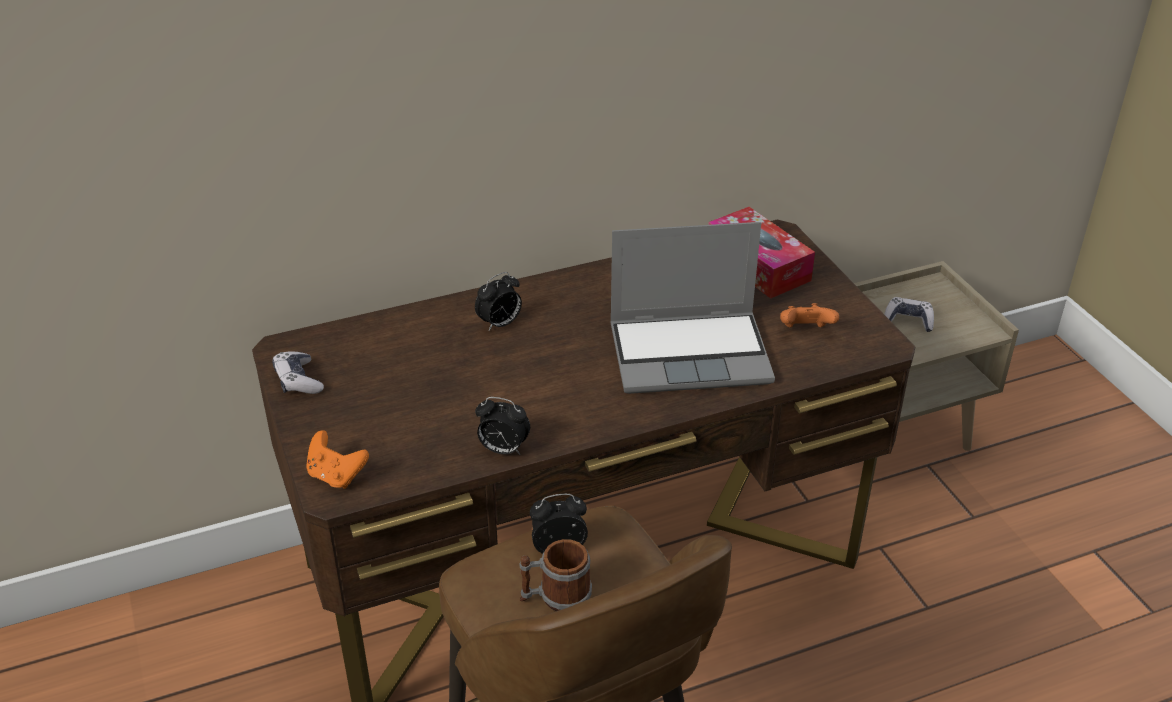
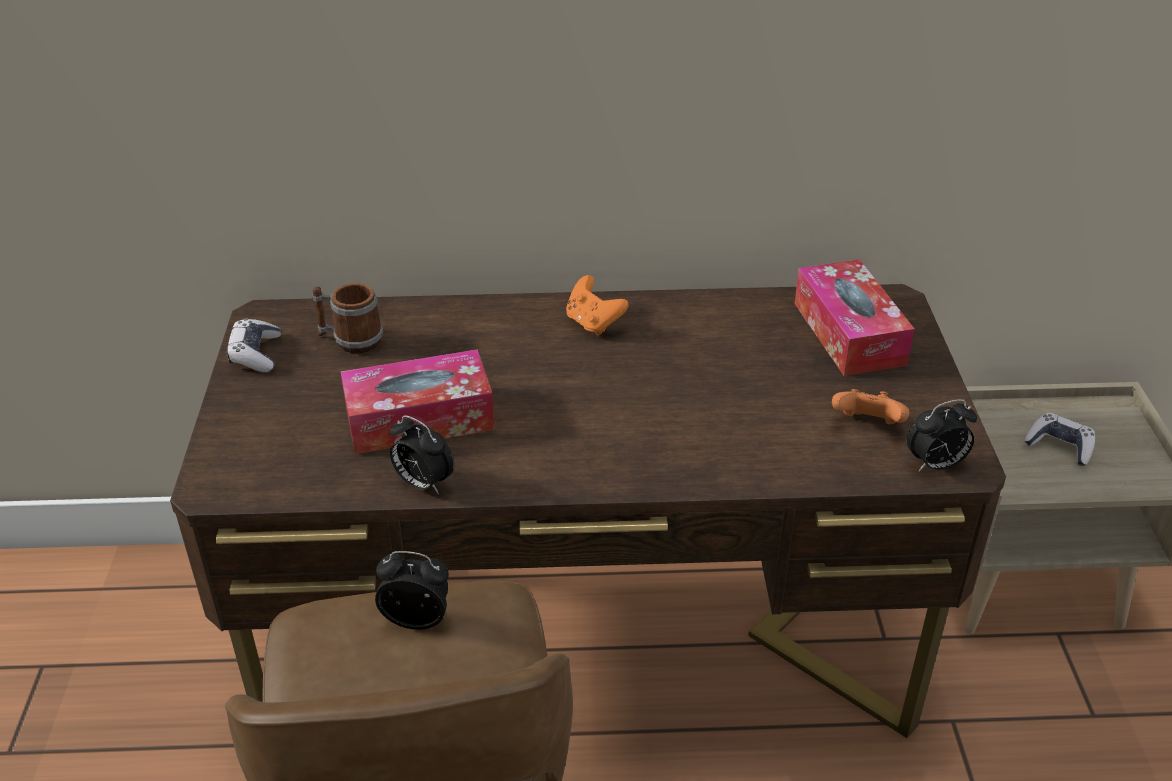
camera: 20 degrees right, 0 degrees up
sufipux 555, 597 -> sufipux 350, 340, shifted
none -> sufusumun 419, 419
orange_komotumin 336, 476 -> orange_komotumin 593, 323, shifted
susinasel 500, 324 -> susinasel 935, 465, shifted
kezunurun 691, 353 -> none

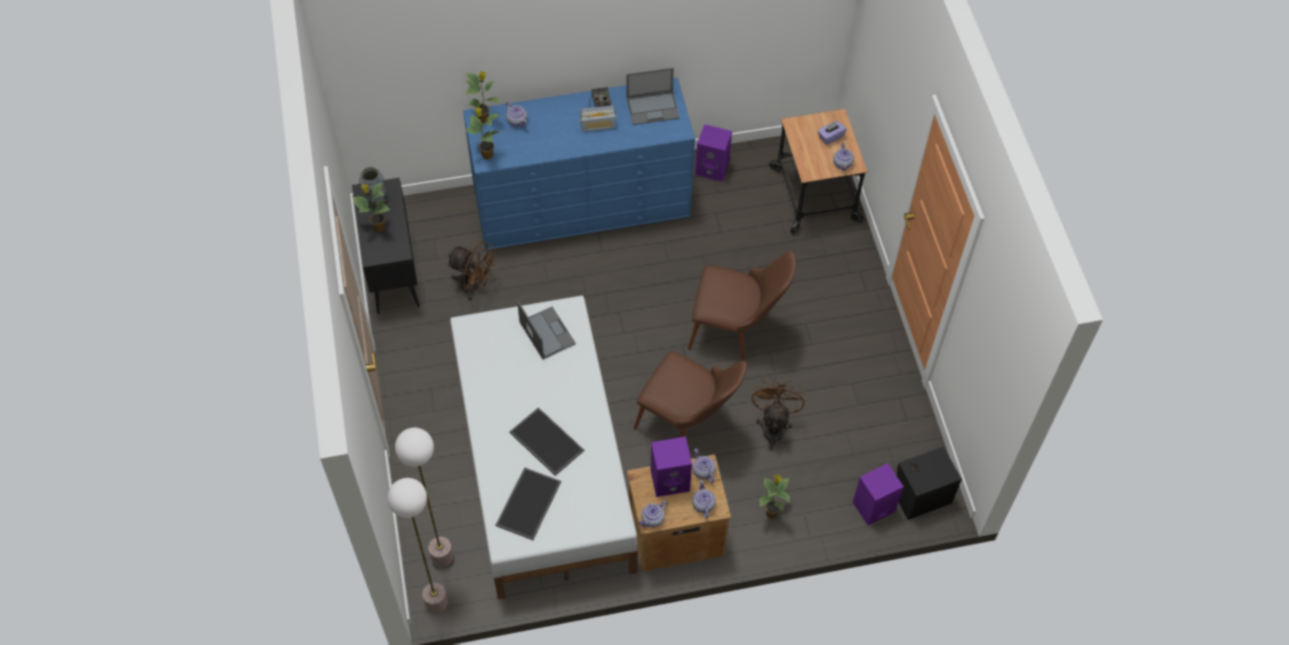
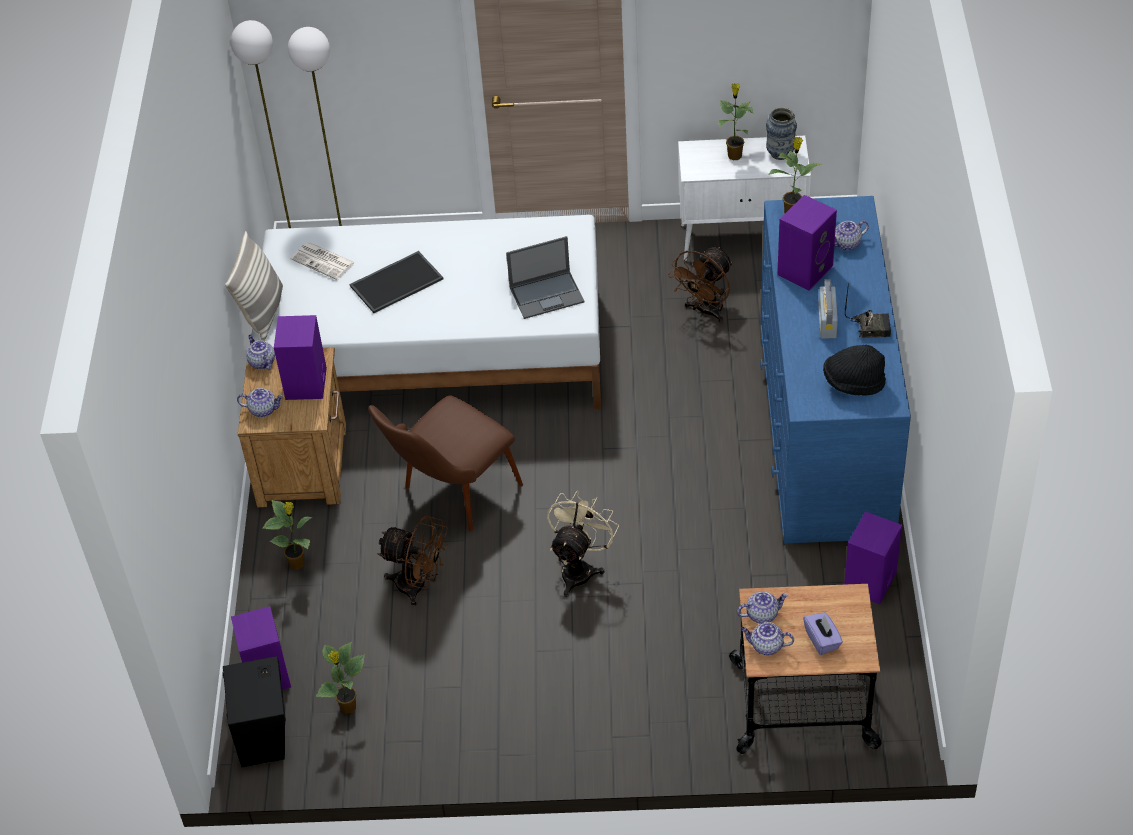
camera: 105 degrees right, 10 degrees down
none -> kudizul 263, 313
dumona 527, 502 -> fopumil 324, 261
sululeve 484, 118 -> sululeve 348, 708, shifted
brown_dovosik 736, 329 -> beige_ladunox 580, 568
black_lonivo 392, 270 -> white_lonivo 743, 240
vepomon 703, 471 -> vepomon 762, 614, shifted
none -> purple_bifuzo 805, 269
kezunurun 653, 107 -> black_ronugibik 853, 382

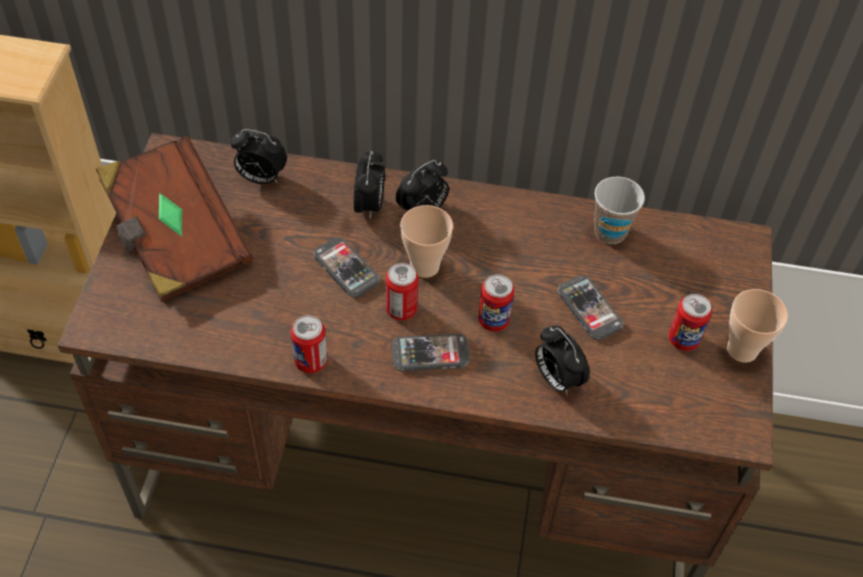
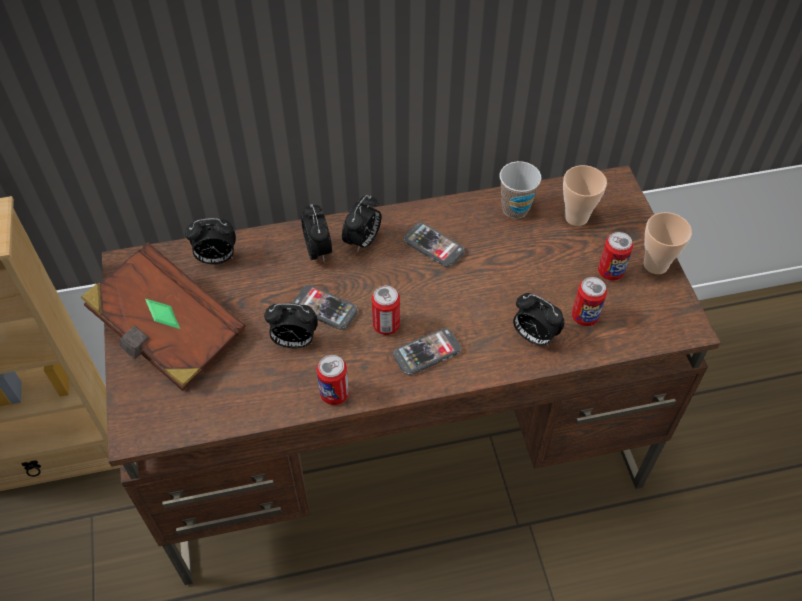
camera: 20 degrees left, 0 degrees up
none -> susinasel 294, 341
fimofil 589, 309 -> fimofil 433, 246, shifted
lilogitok 424, 266 -> lilogitok 576, 217, shifted
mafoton 493, 320 -> mafoton 584, 317, shifted

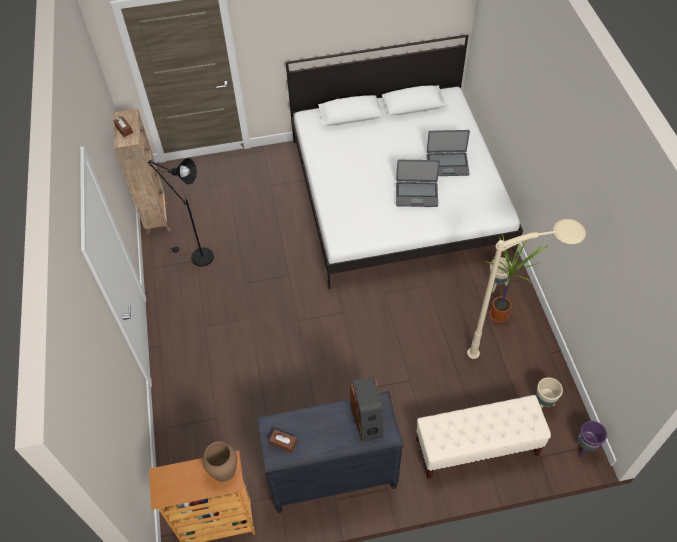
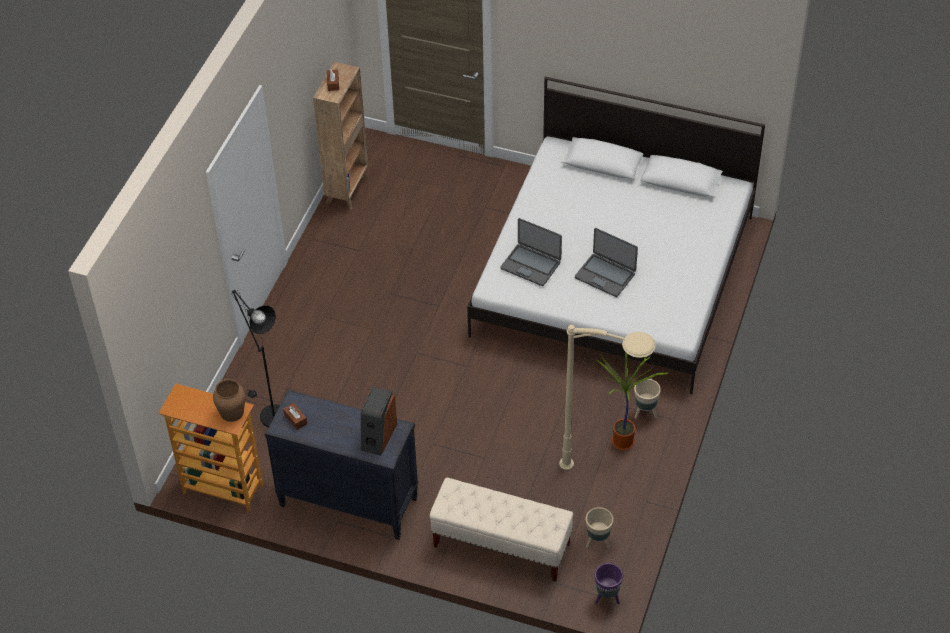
camera: 30 degrees right, 5 degrees down
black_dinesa 198, 256 -> black_dinesa 269, 413, shifted
kezunurun 447, 164 -> kezunurun 531, 265, shifted

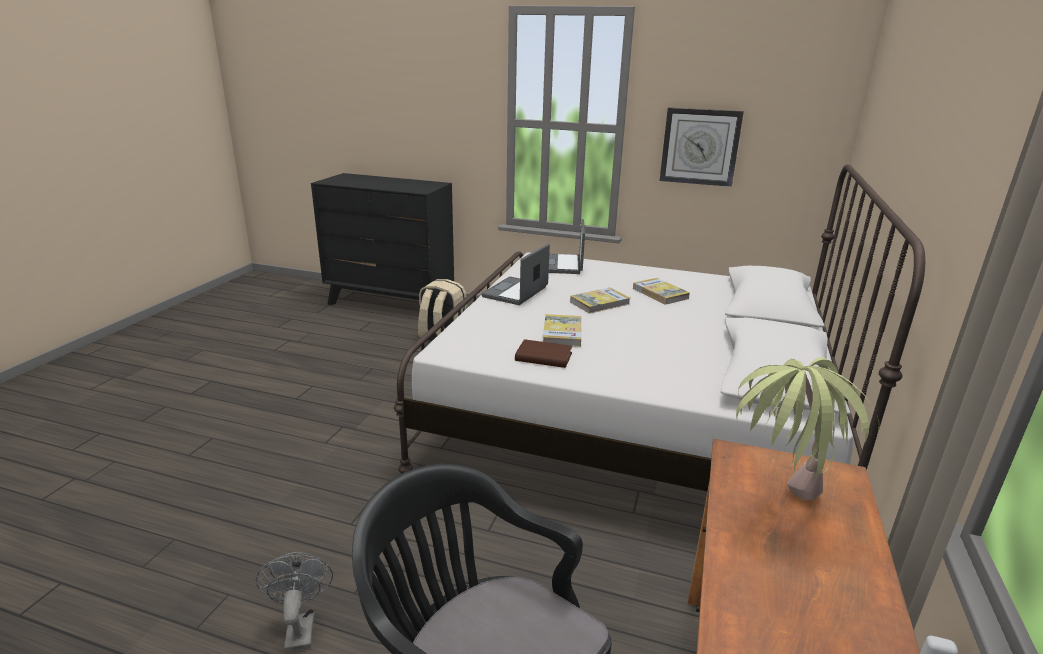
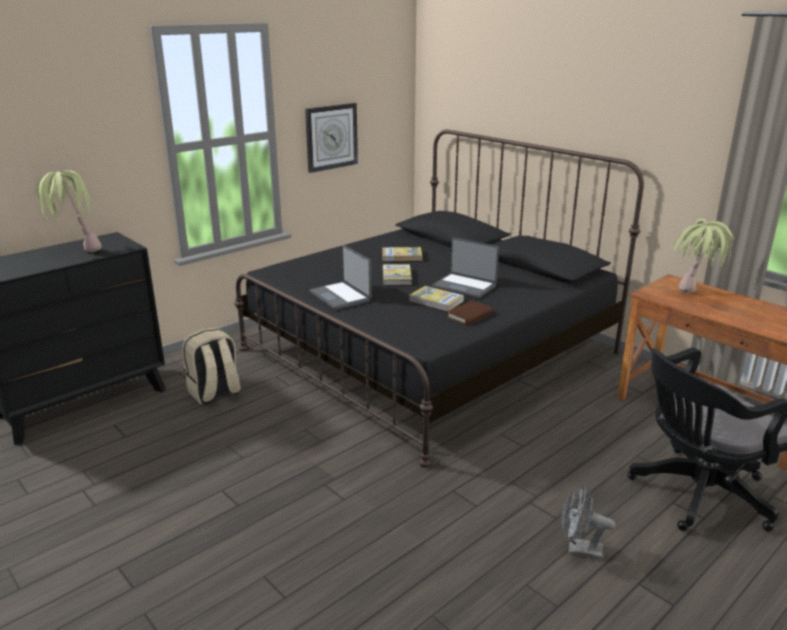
camera: 60 degrees left, 0 degrees up
none -> sululeve 75, 250
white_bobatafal 631, 412 -> black_bobatafal 429, 351
kezunurun 563, 265 -> kezunurun 464, 286, shifted

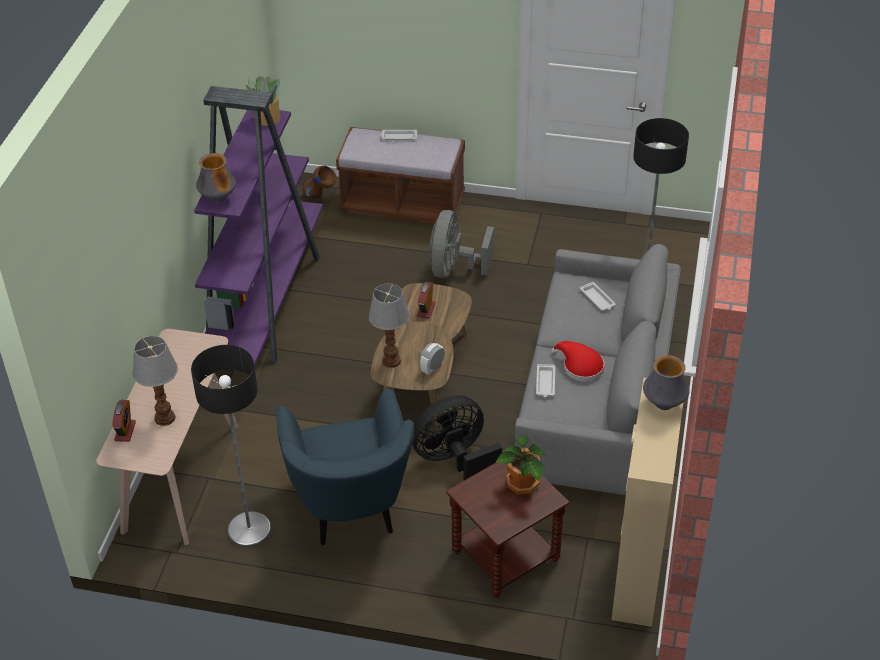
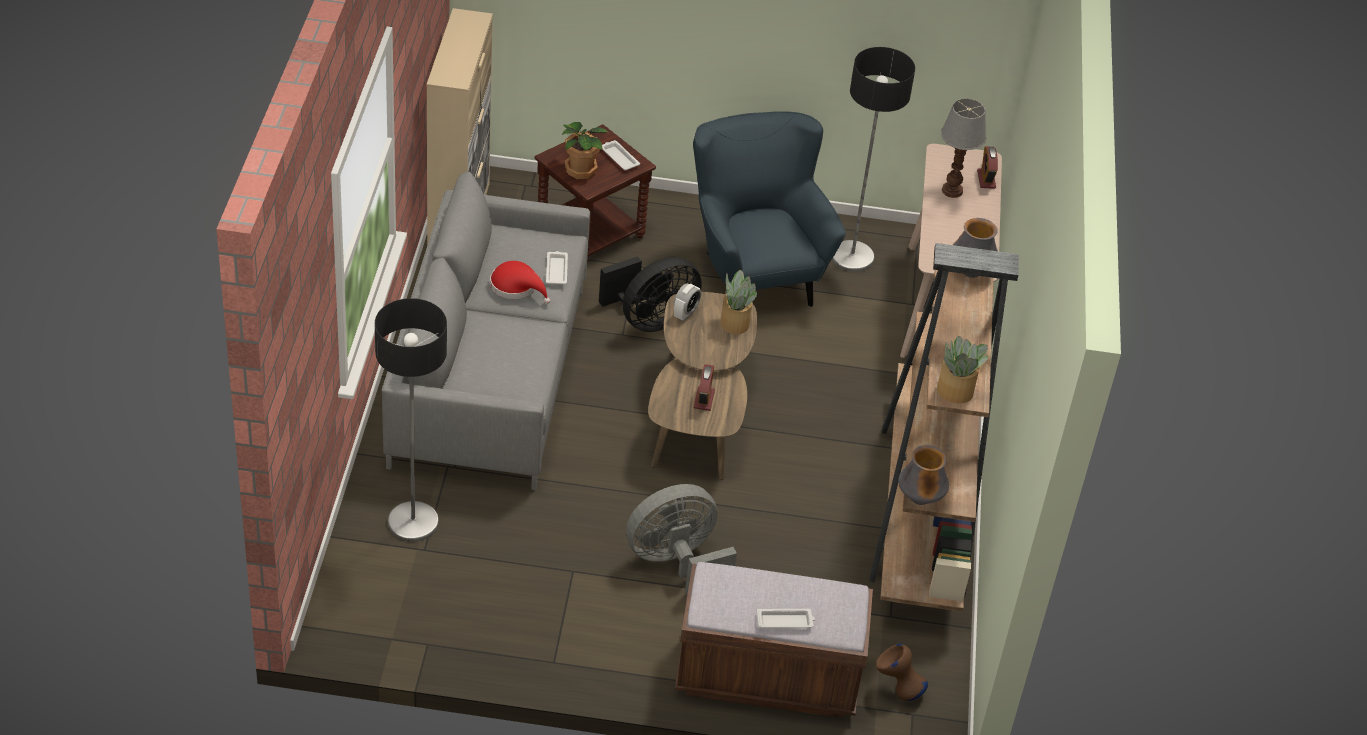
camera: 170 degrees right, 0 degrees up
white_dumona 597, 299 -> white_dumona 619, 158, shifted
grey_ladunox 454, 269 -> grey_ladunox 676, 563, 120 degrees counterclockwise
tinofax 391, 360 -> sululeve 735, 322
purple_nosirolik 264, 301 -> brown_nosirolik 922, 511
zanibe 664, 404 -> zanibe 920, 499, shifted

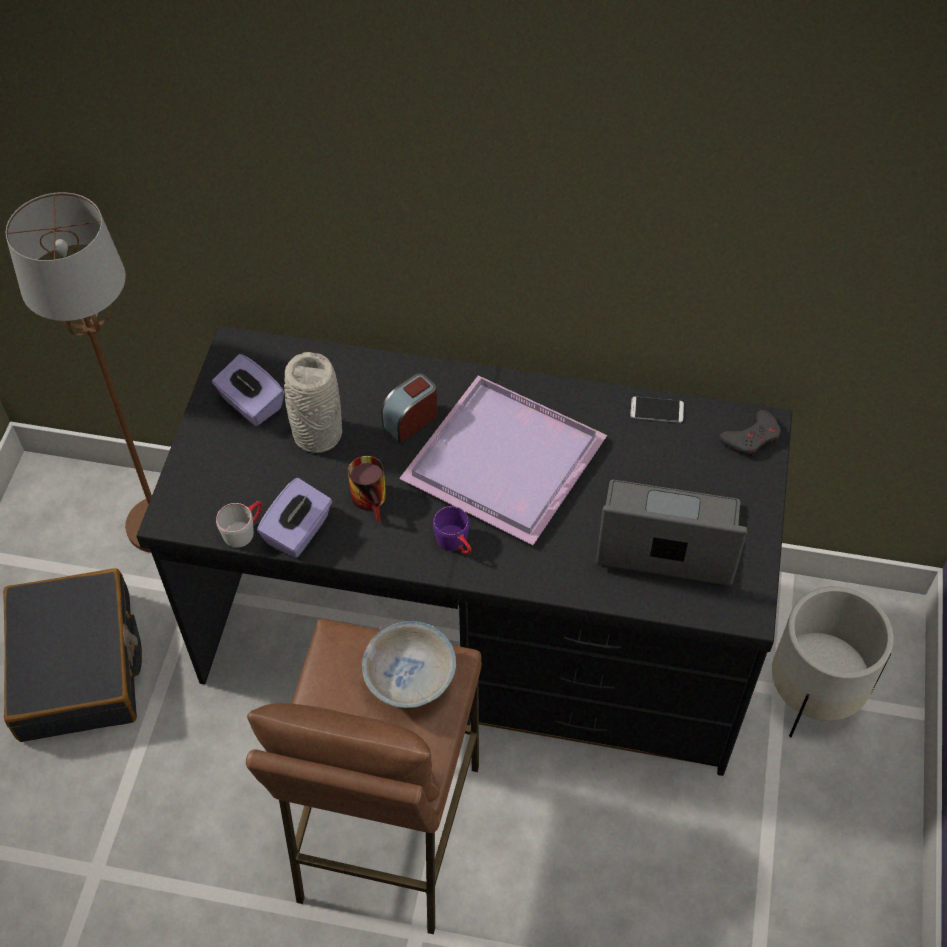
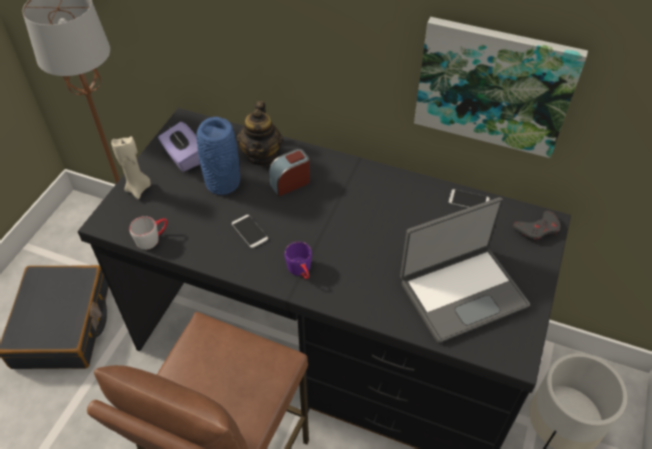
camera: 10 degrees right, 5 degrees down
none -> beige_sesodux 138, 189
grey_zanibe 316, 434 -> blue_zanibe 222, 182
sufipux 374, 499 -> fimofil 249, 231
none -> vepomon 262, 156
kezunurun 667, 539 -> kezunurun 461, 292, 135 degrees clockwise
none -> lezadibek 494, 86
purple_sufusumun 298, 532 -> none
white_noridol 410, 679 -> none
purple_dumona 508, 460 -> none

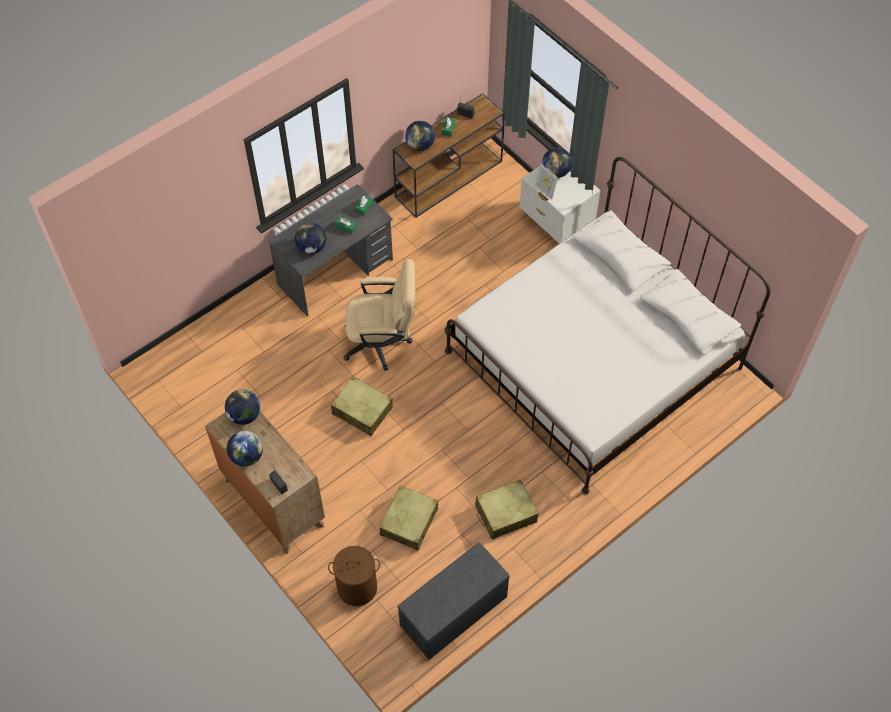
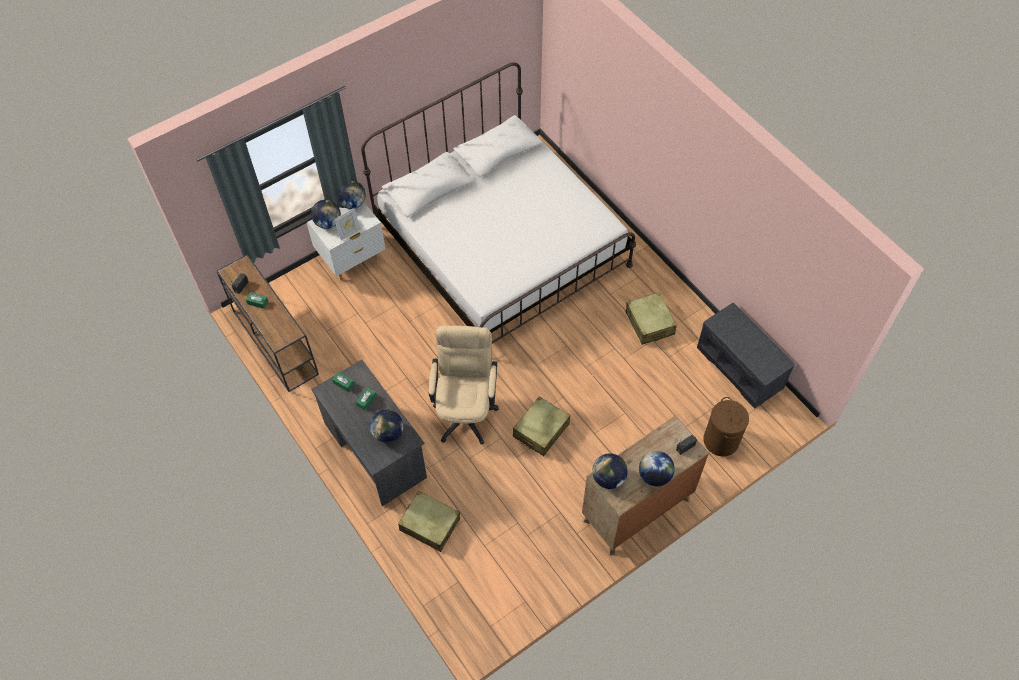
camera: 85 degrees left, 0 degrees up
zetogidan 420, 145 -> zetogidan 352, 203, shifted
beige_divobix 409, 522 -> beige_divobix 430, 524, shifted

